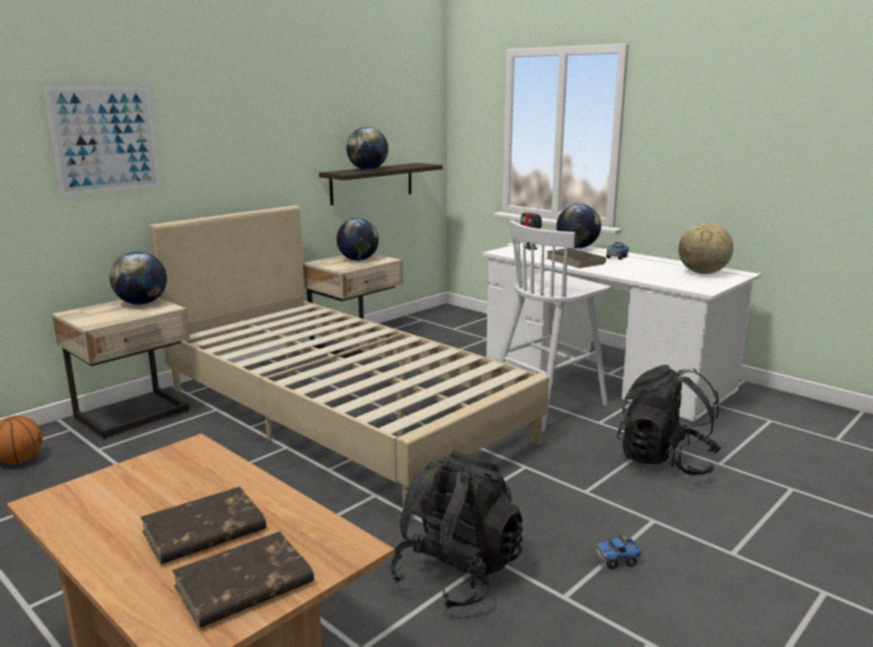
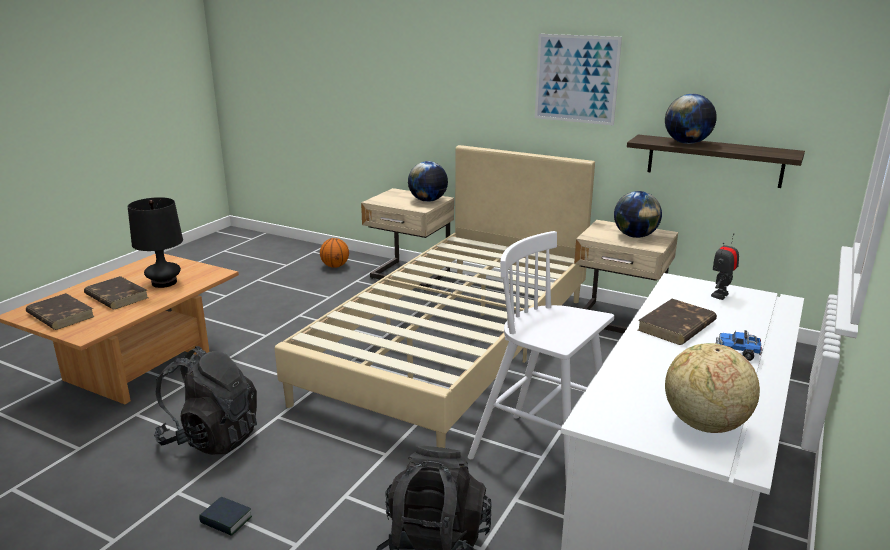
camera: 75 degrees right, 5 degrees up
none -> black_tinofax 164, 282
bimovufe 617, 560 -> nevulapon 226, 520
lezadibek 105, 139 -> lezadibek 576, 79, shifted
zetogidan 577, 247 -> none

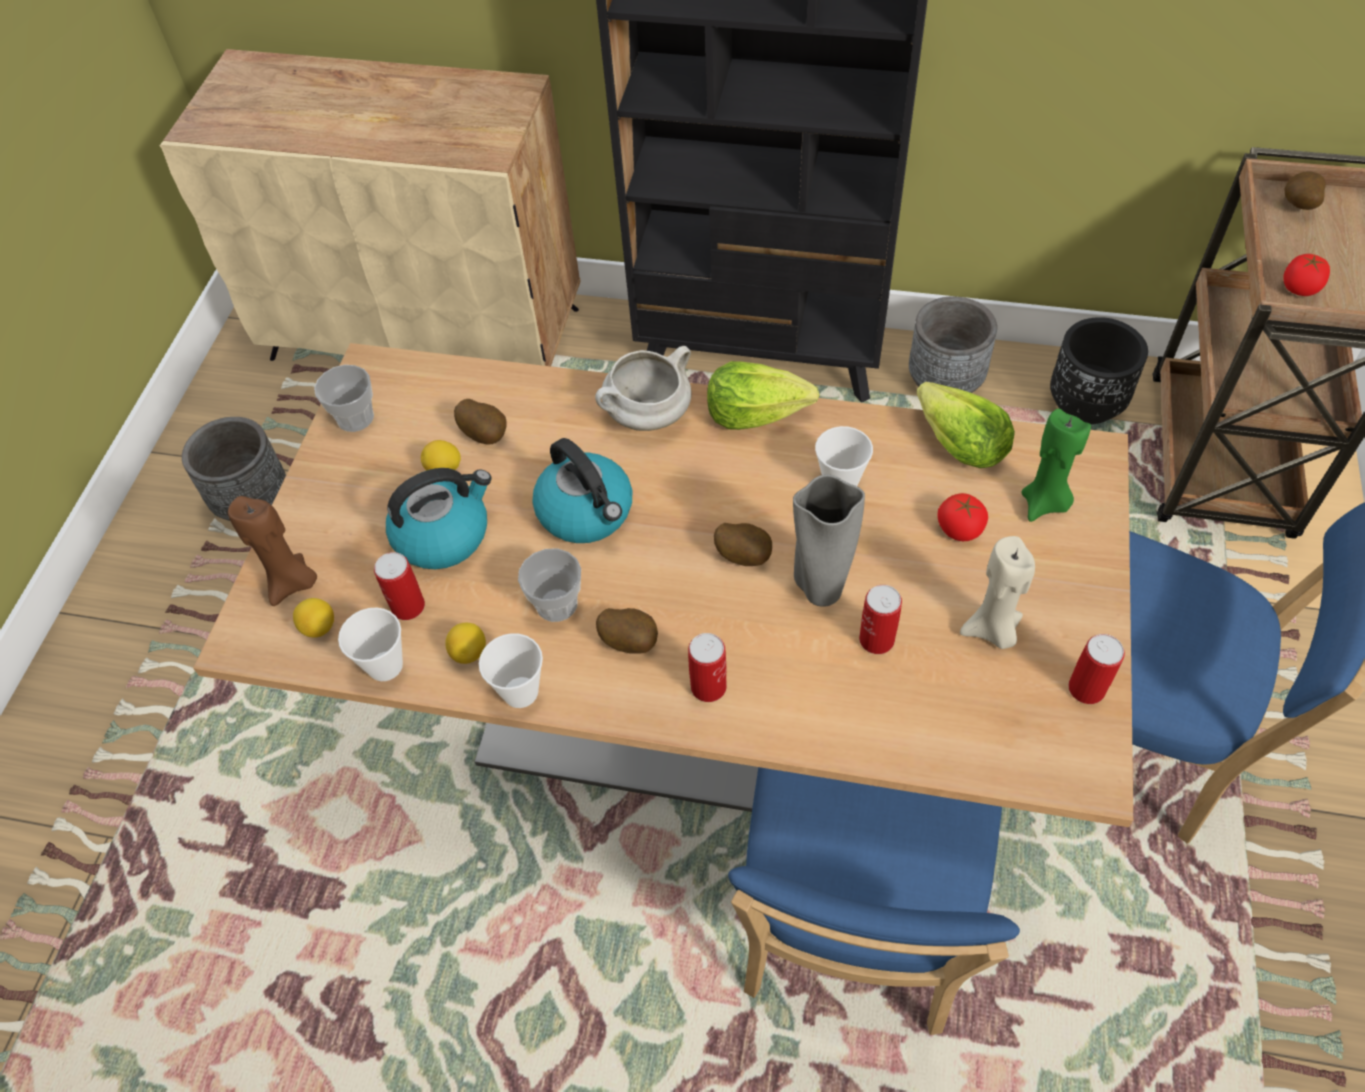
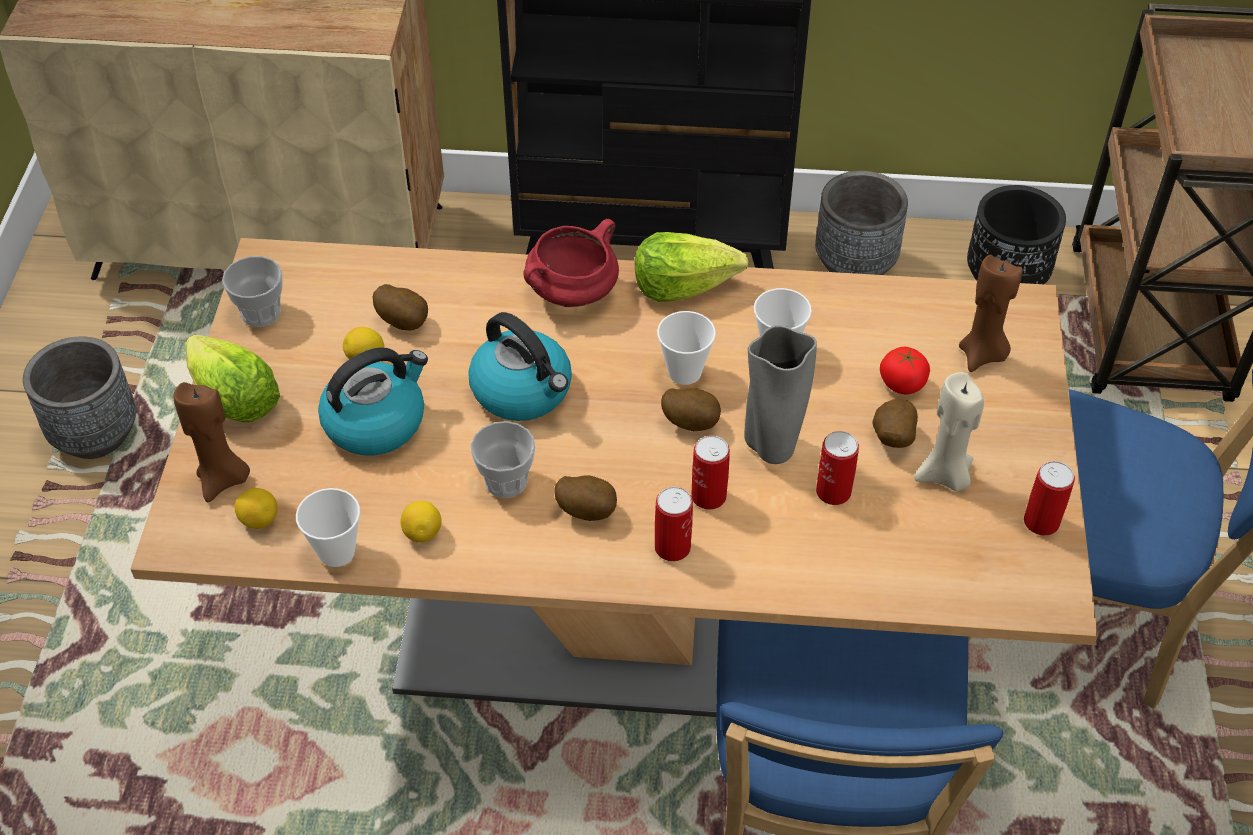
camera: 10 degrees left, 5 degrees down
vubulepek 959, 444 -> vubulepek 233, 399, shifted
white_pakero 647, 416 -> red_pakero 572, 294
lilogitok 520, 692 -> lilogitok 684, 372, shifted
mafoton 408, 606 -> mafoton 708, 496, shifted
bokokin 1297, 206 -> bokokin 891, 439, shifted
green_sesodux 1044, 504 -> brown_sesodux 982, 355
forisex 1299, 288 -> none

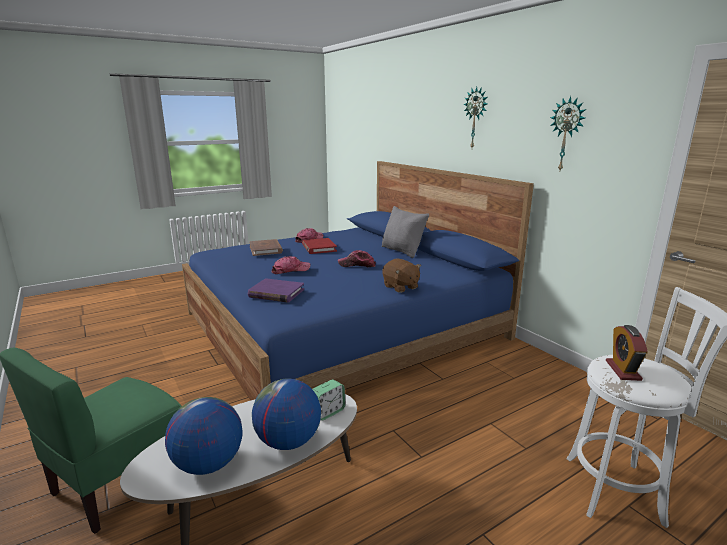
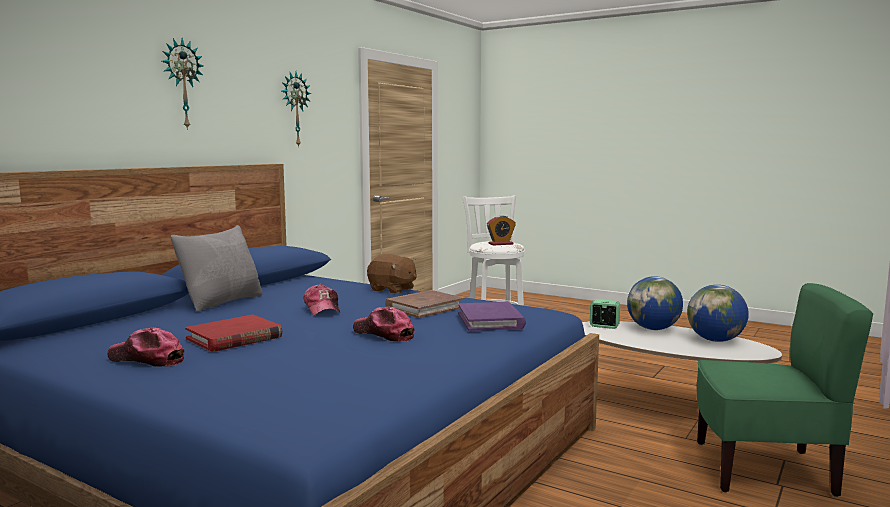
camera: 115 degrees left, 10 degrees down
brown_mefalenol 400, 287 -> brown_mefalenol 392, 290, 90 degrees clockwise
brown_nevulapon 266, 249 -> brown_nevulapon 424, 307, shifted

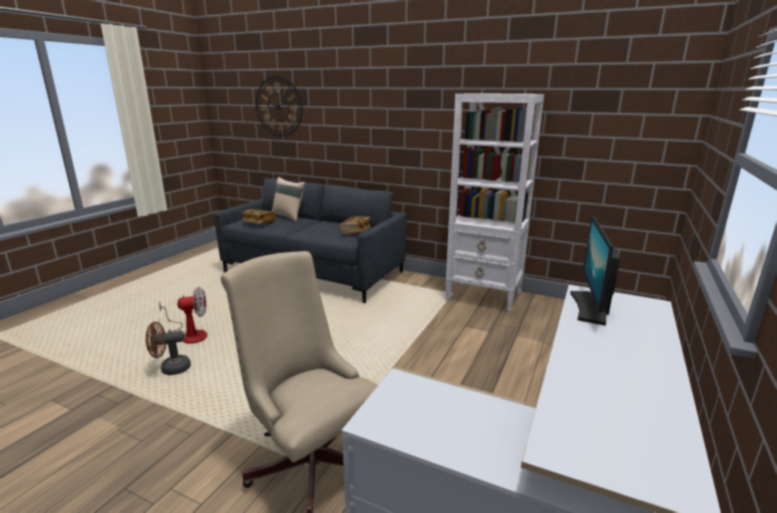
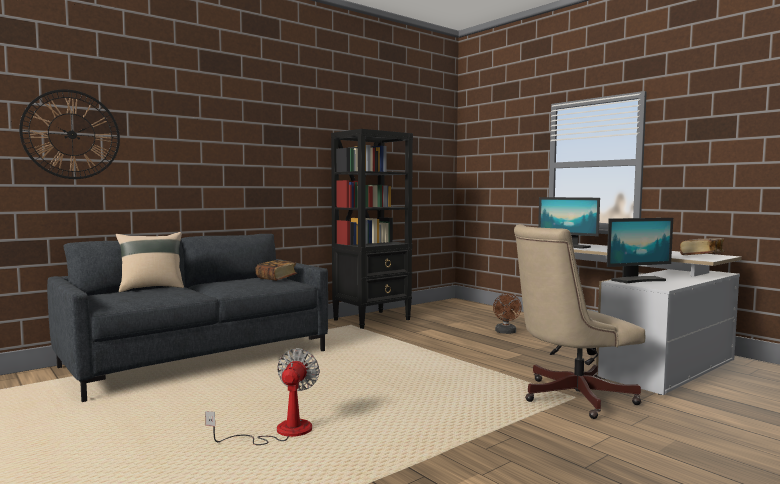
camera: 65 degrees left, 15 degrees down
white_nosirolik 484, 297 -> black_nosirolik 372, 319
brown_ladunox 171, 369 -> brown_ladunox 506, 332, shifted
none -> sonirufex 637, 280
nevulapon 258, 223 -> nevulapon 701, 256, shifted

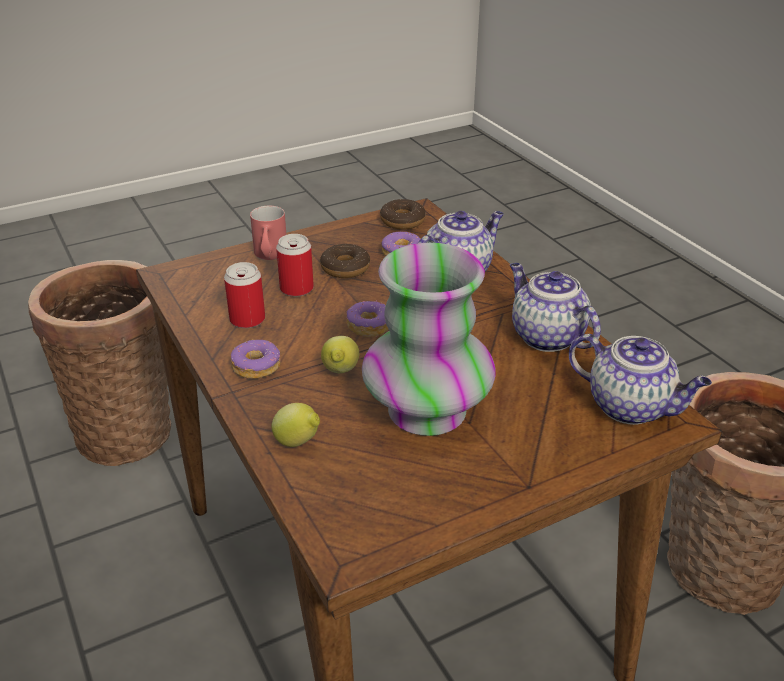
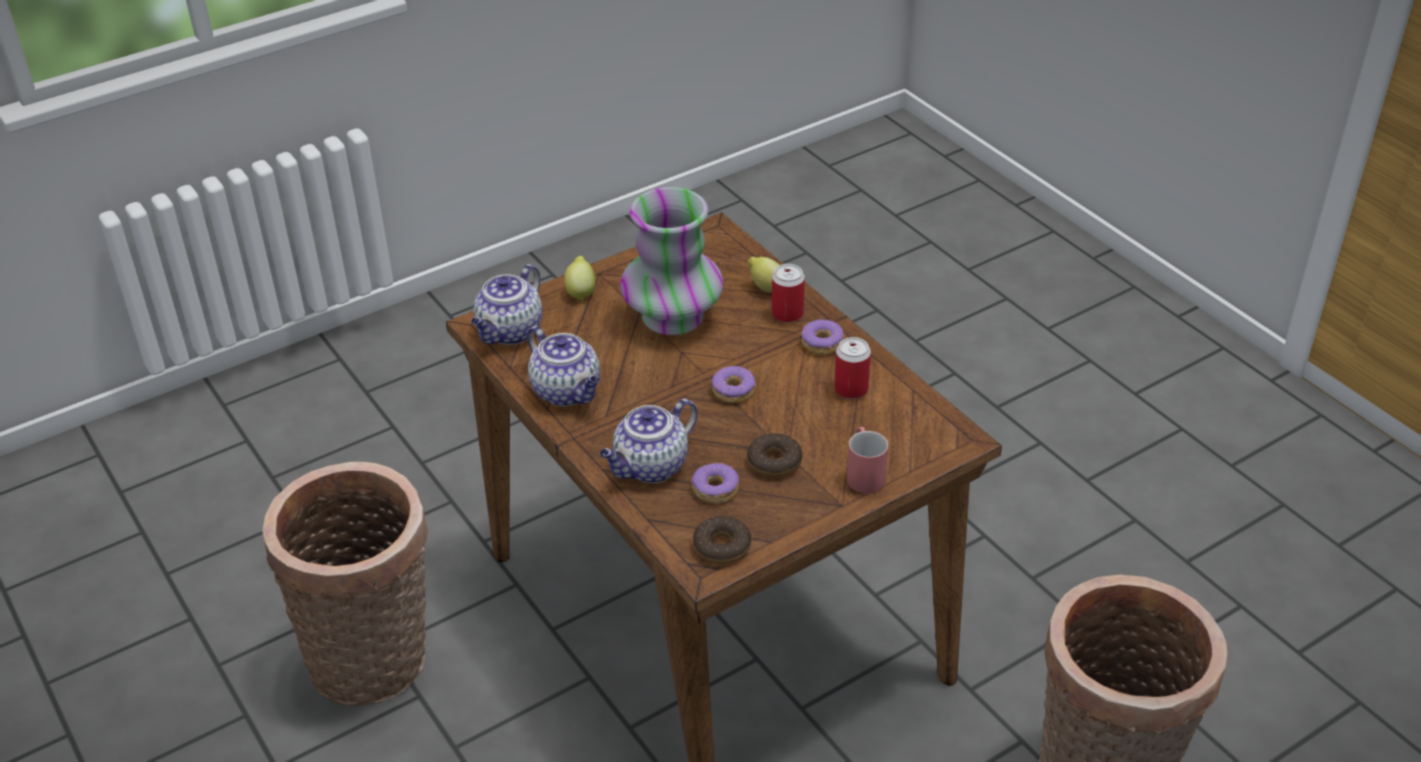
camera: 175 degrees right, 5 degrees up
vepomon 631, 407 -> vepomon 510, 332, 90 degrees counterclockwise
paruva 340, 372 -> paruva 581, 292, shifted
mafoton 296, 289 -> mafoton 787, 314, shifted

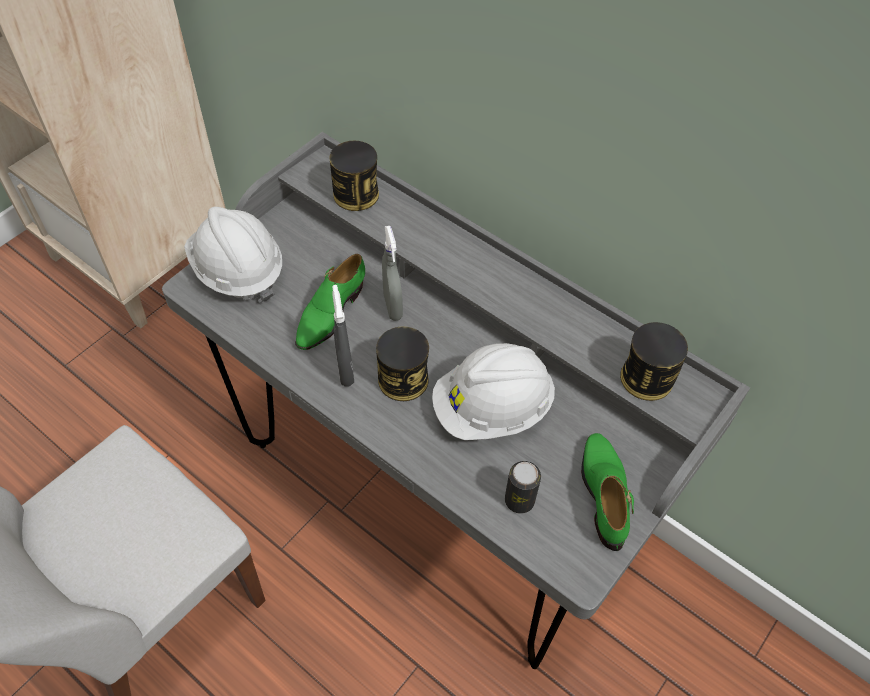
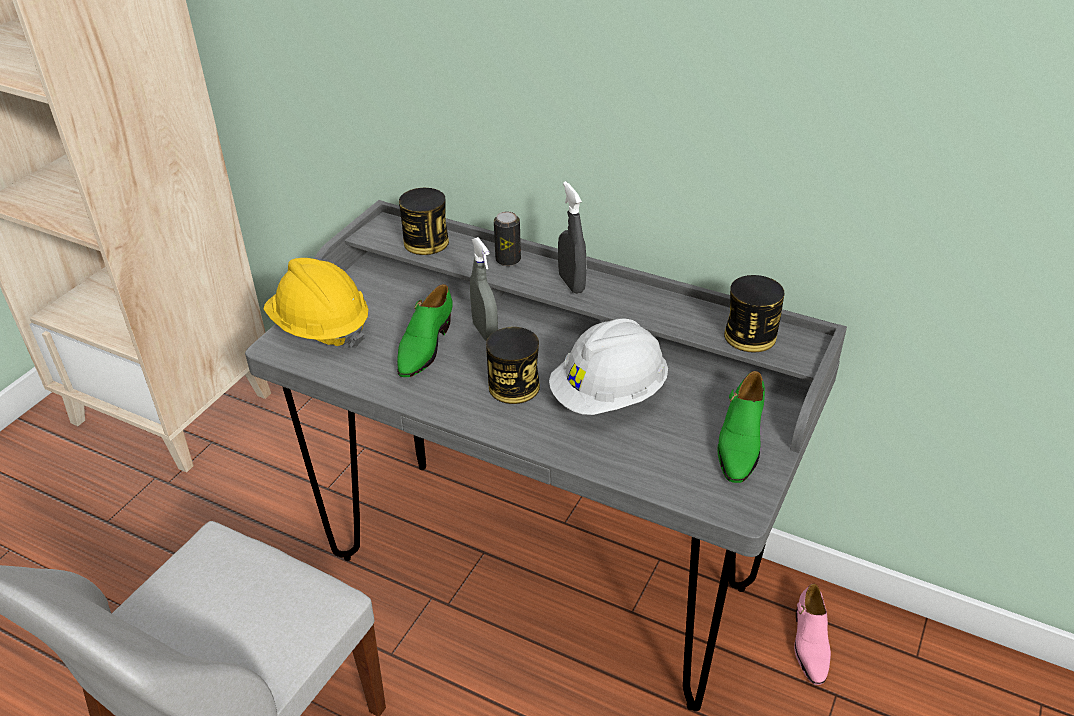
camera: 10 degrees left, 15 degrees down
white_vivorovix 237, 271 -> yellow_vivorovix 320, 328
mafoton 519, 500 -> mafoton 508, 260, shifted
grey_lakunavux 345, 370 -> grey_lakunavux 571, 283, shifted
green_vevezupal 604, 493 -> green_vevezupal 739, 442, 150 degrees counterclockwise
none -> pink_vevezupal 809, 644

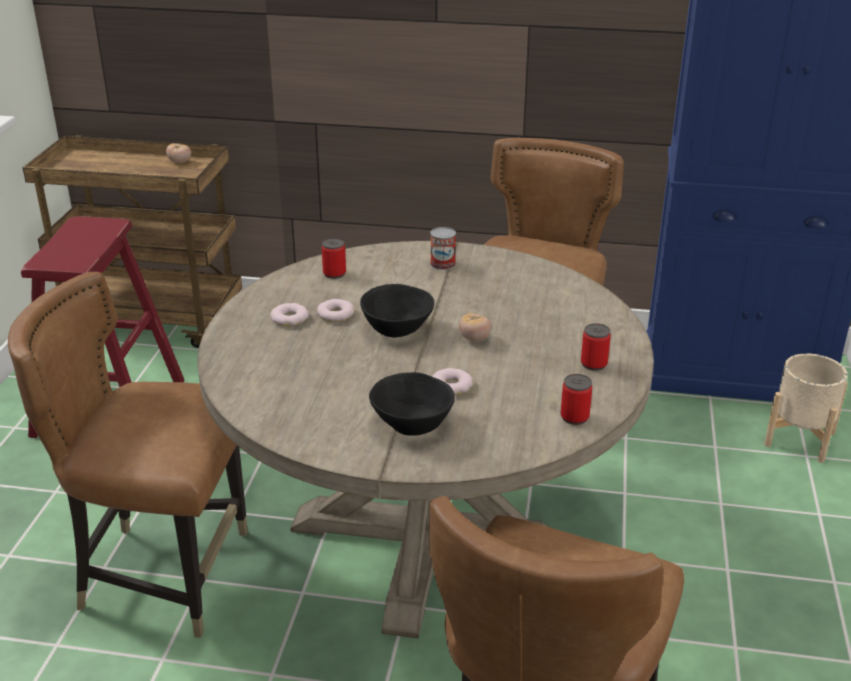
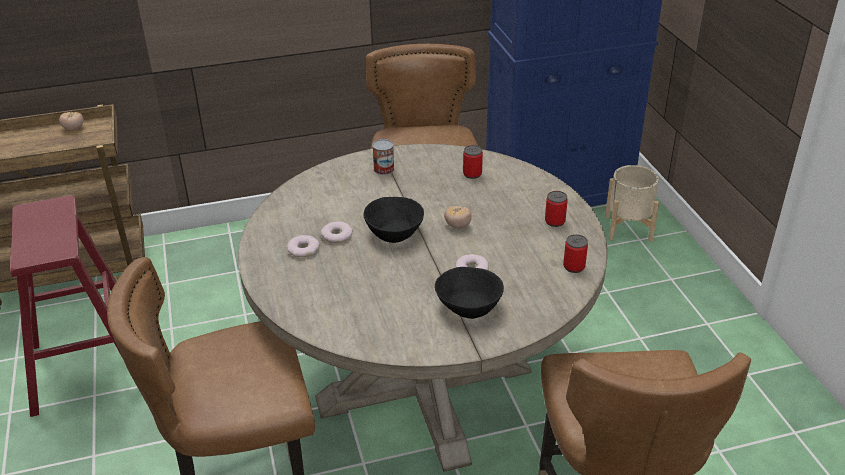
camera: 25 degrees left, 5 degrees up
mafoton 334, 273 -> mafoton 472, 174, shifted

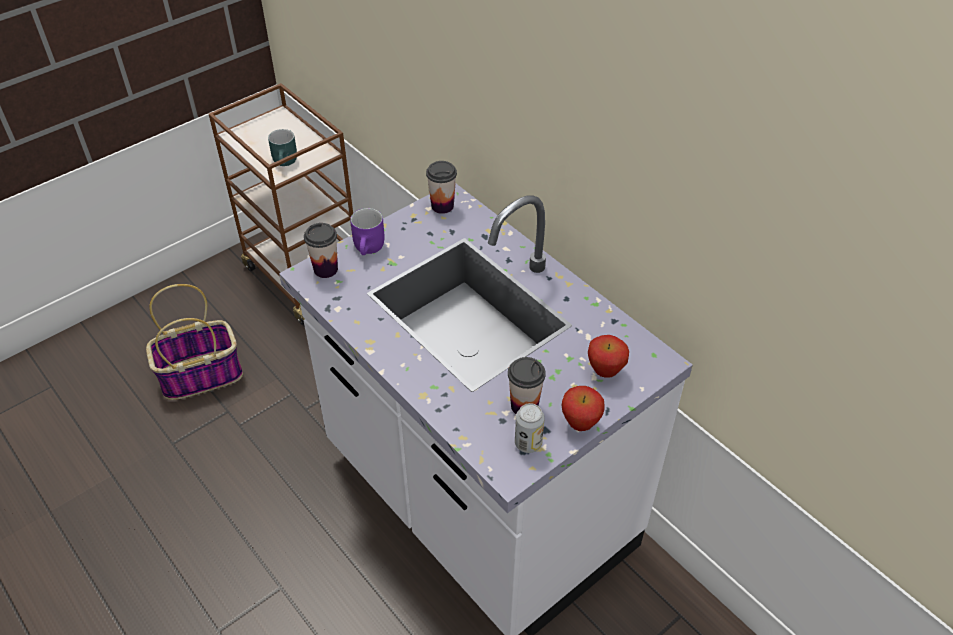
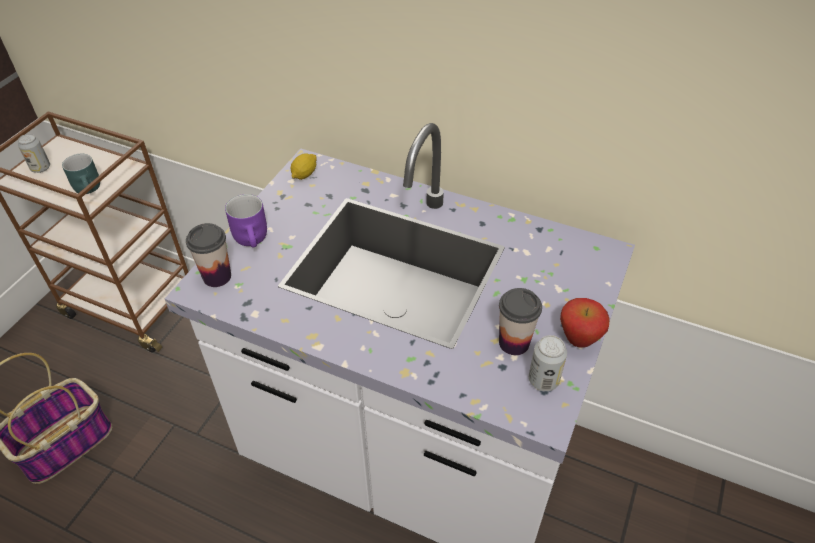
camera: 25 degrees left, 0 degrees up
none -> mafoton 41, 168
lilogitok 442, 206 -> paruva 304, 174
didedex 605, 372 -> none

